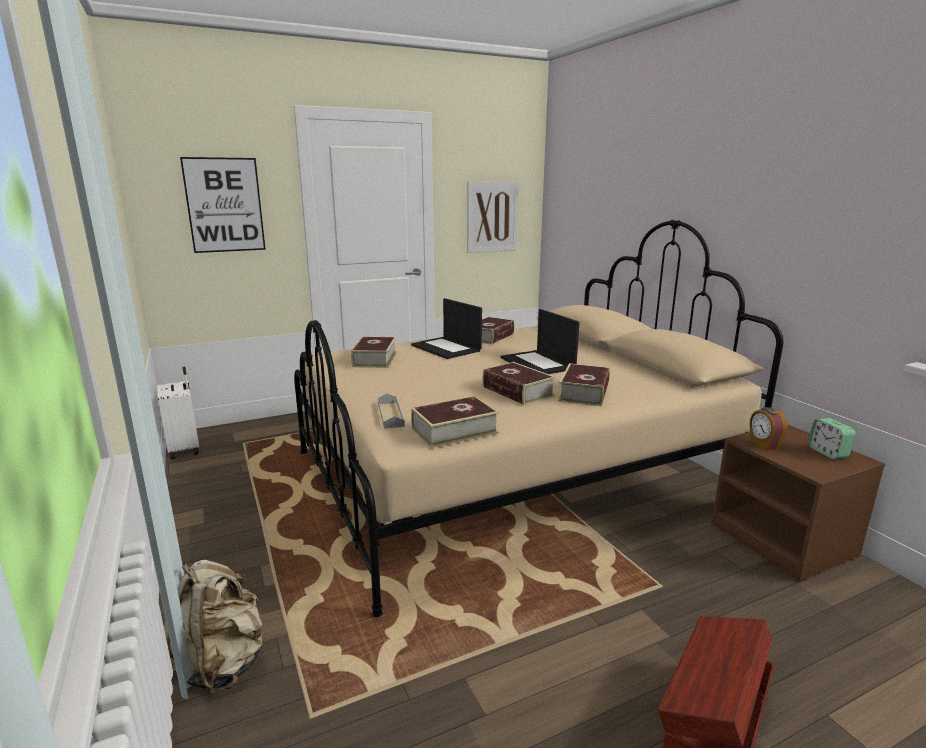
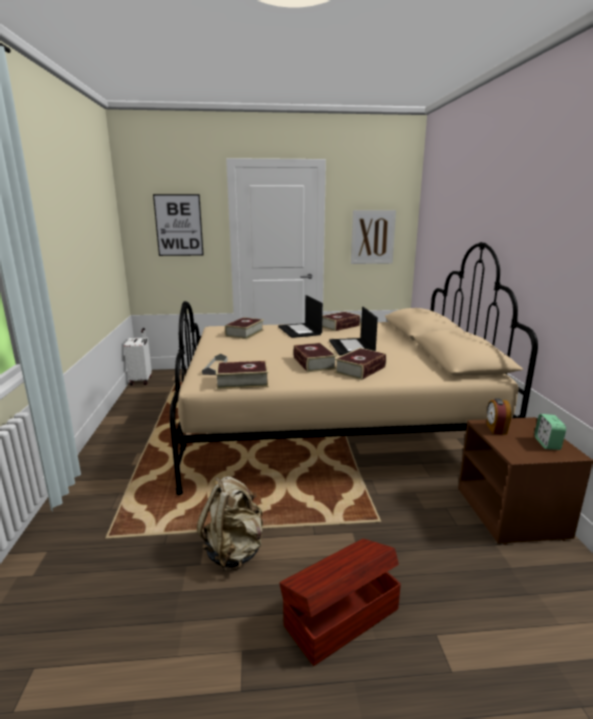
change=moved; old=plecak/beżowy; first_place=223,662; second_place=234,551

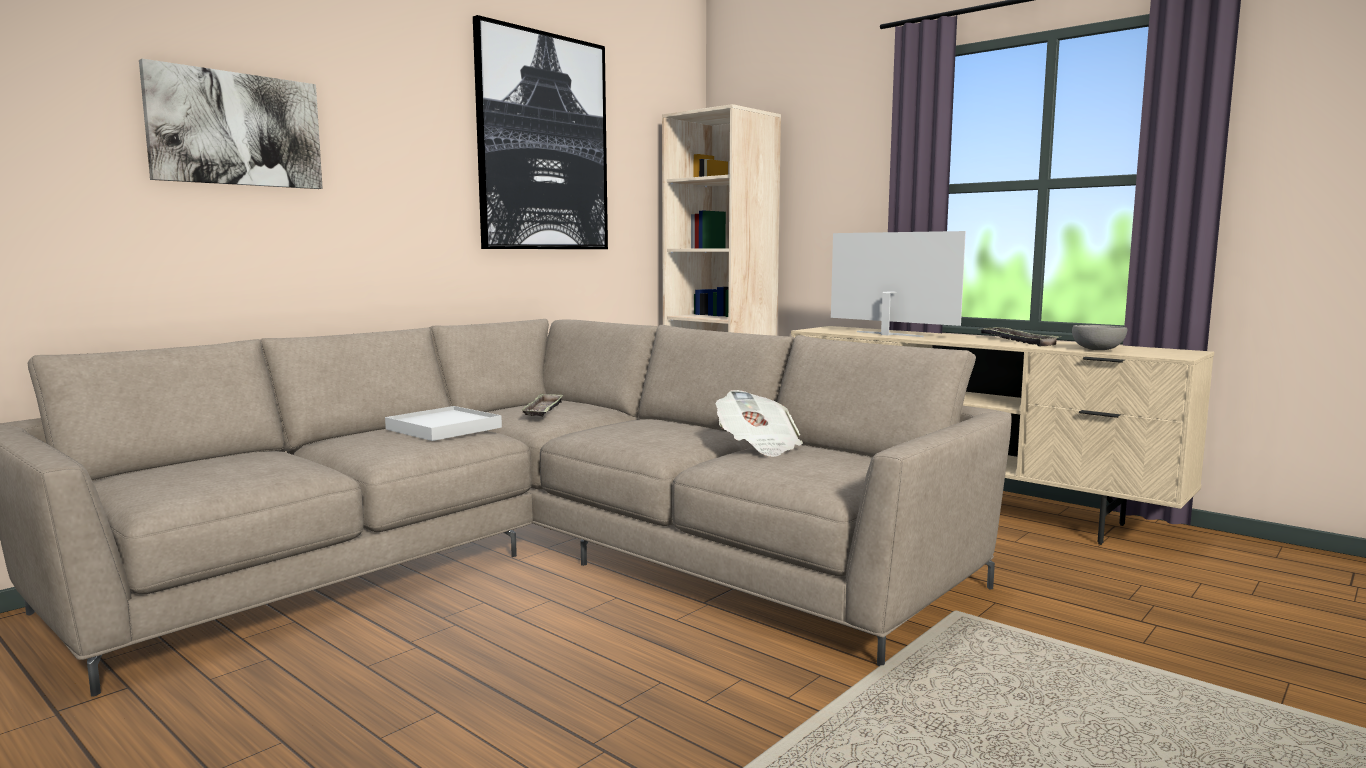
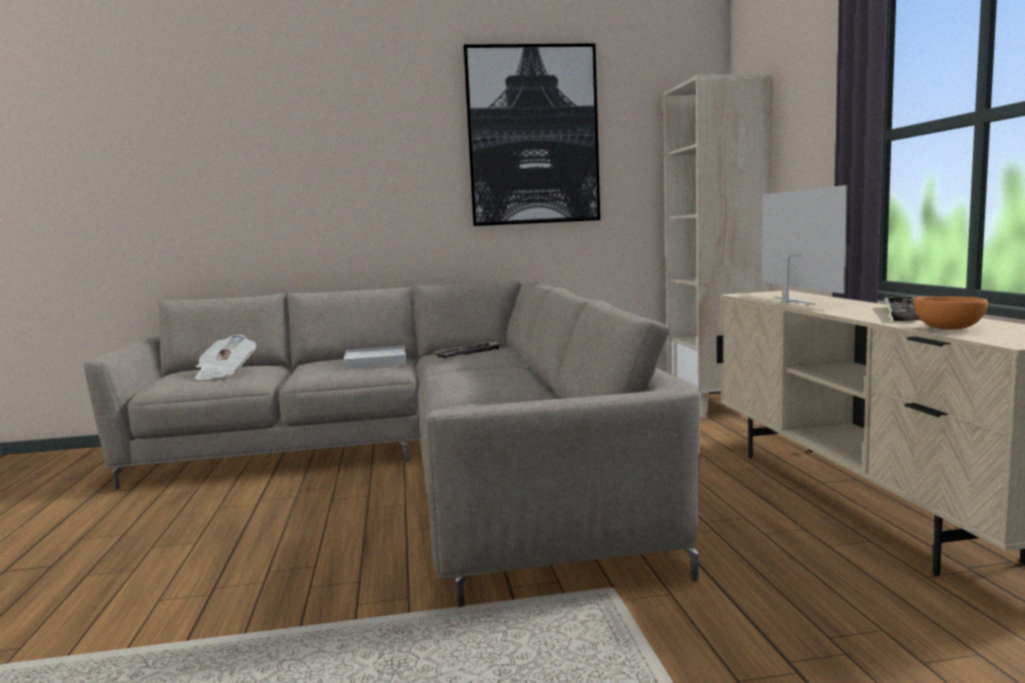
change=moved; old=gazeta; first_place=758,446; second_place=225,374
change=recoloured; old=miska/szary; new=miska/pomarańczowy; first_place=1096,350; second_place=947,328
change=removed; old=obraz; first_place=235,129

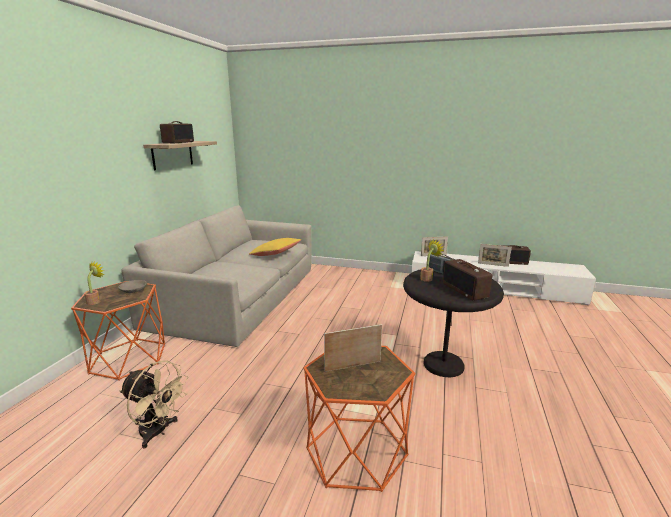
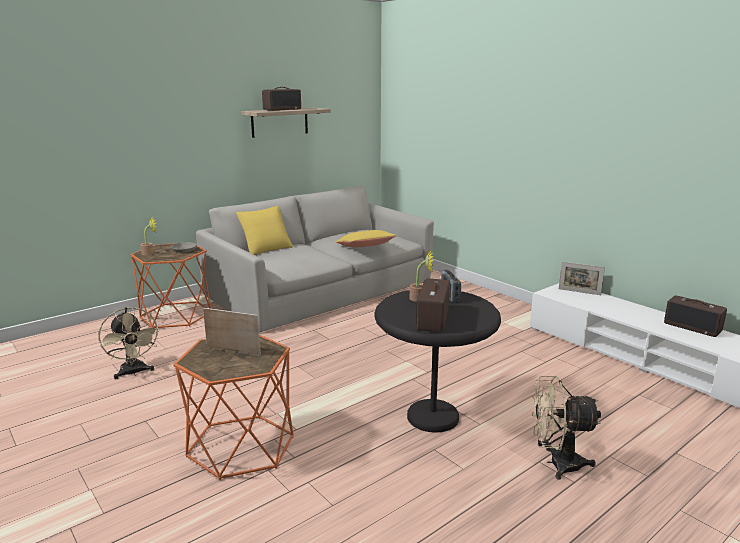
change=added; new=poduszka/żółty; second_place=266,248
change=added; new=wentylator/beżowy; second_place=556,463
change=removed; old=ramka na zdjęcie; first_place=493,265

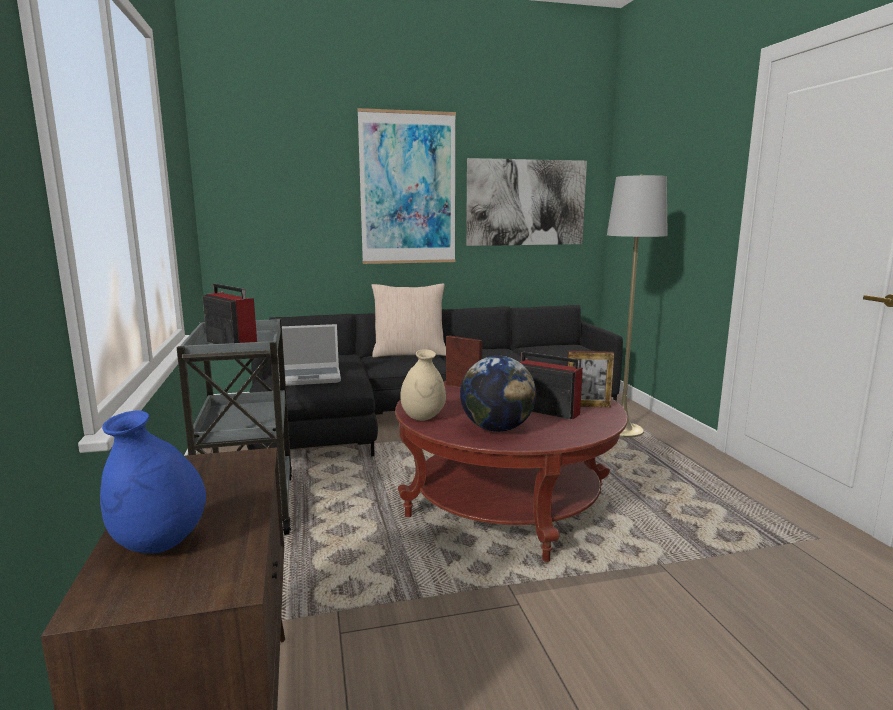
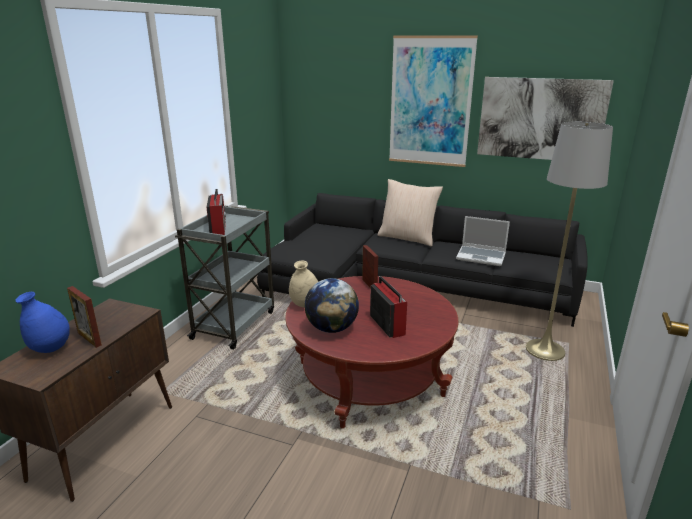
change=moved; old=ramka na zdjęcie; first_place=587,405; second_place=89,339
change=moved; old=laptop; first_place=309,377; second_place=481,256

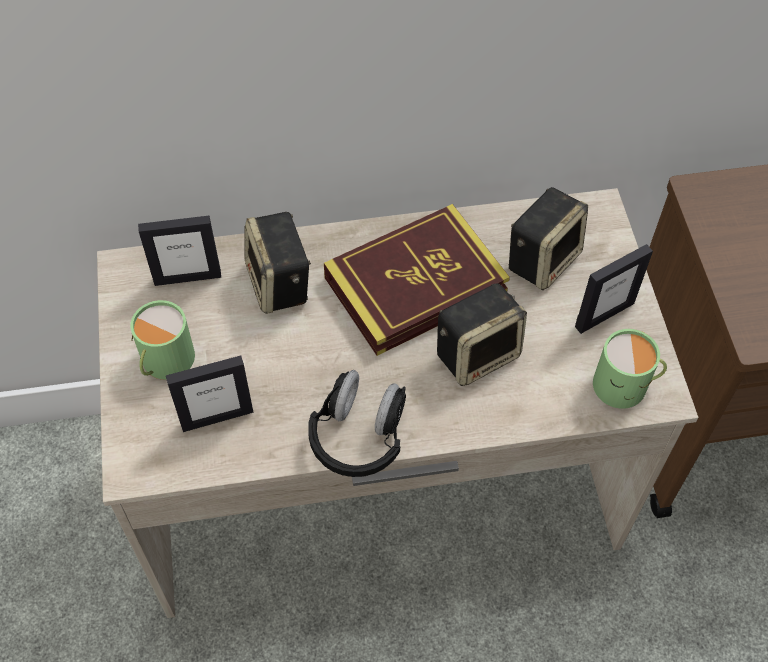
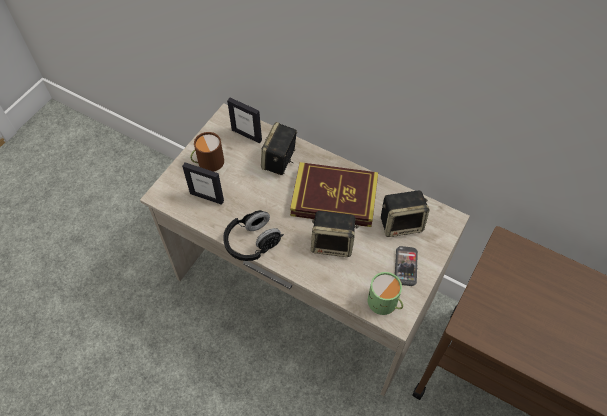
change=recoloured; old=kubek/zielony; new=kubek/brązowy; first_place=164,361; second_place=208,162
change=replaced; old=ramka na zdjęcie; new=telefon; first_place=604,314; second_place=405,266

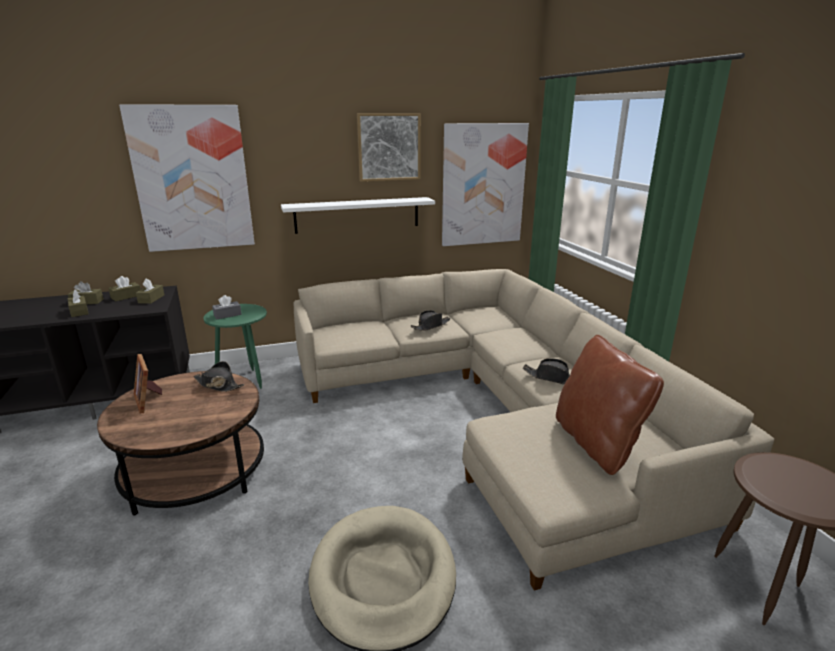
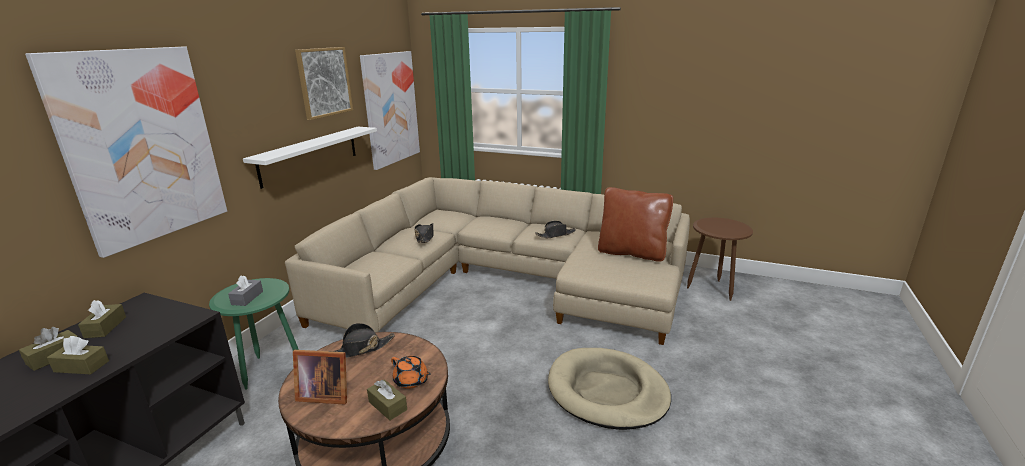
change=moved; old=pudełko chusteczek/brązowy; first_place=151,299; second_place=387,406
change=added; new=imbryk/pomarańczowy; second_place=411,381

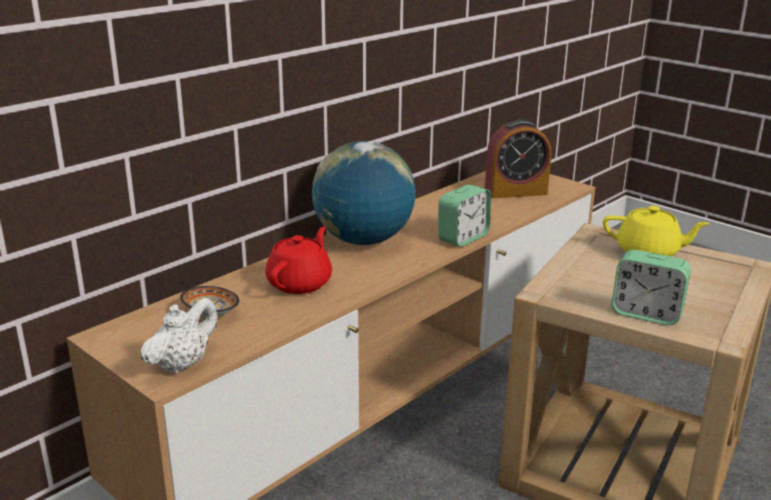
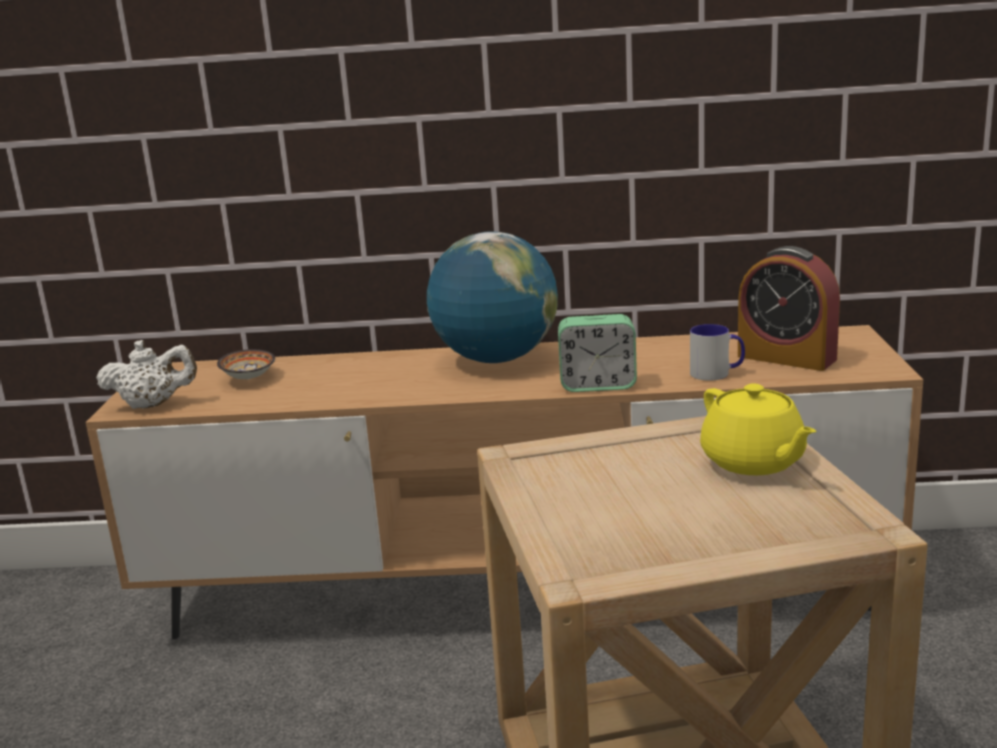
change=added; new=kubek; second_place=717,373
change=removed; old=imbryk/czerwony; first_place=300,283
change=removed; old=budzik; first_place=646,313

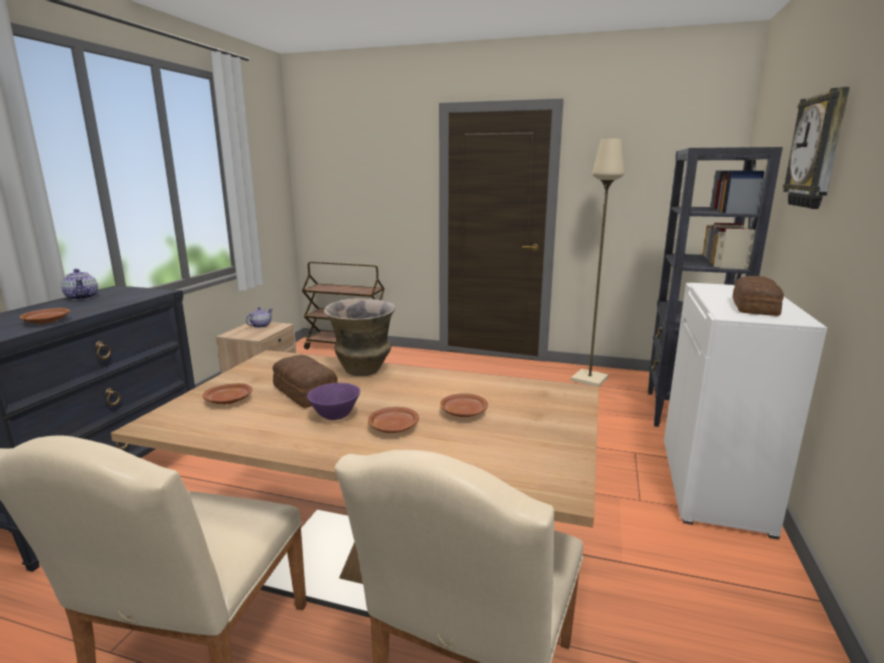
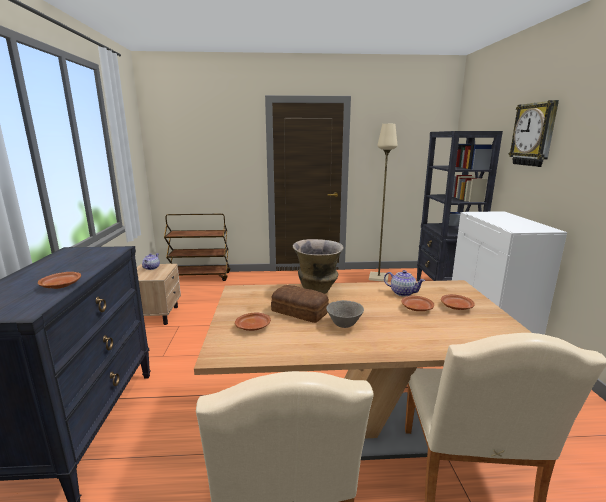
change=recoloured; old=miska/fioletowy; new=miska/szary; first_place=335,417; second_place=344,325
change=moved; old=imbryk; first_place=82,297; second_place=402,293
change=moved; old=talerz/brązowy; first_place=393,427; second_place=456,307
change=removed; old=chleb; first_place=755,307

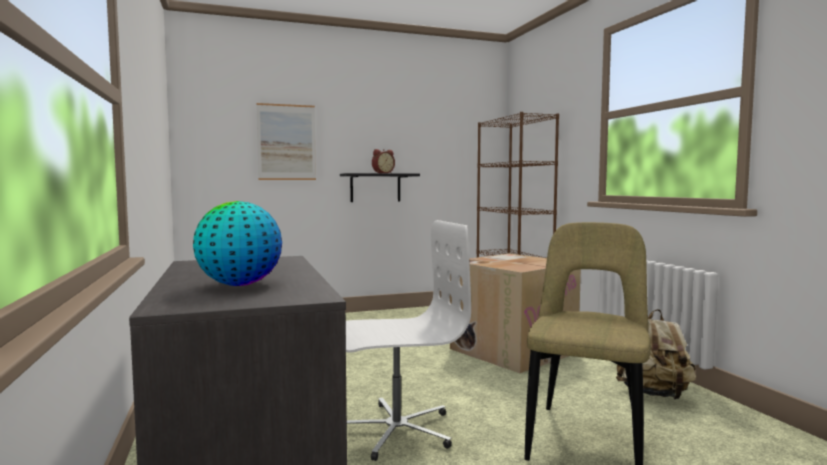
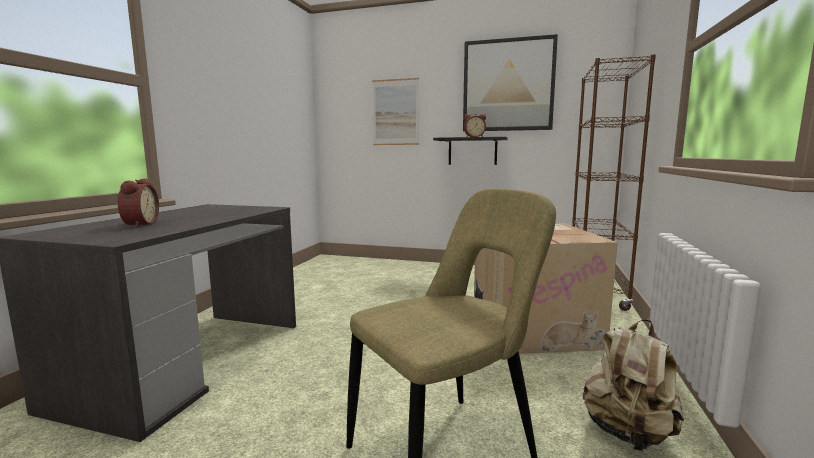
change=replaced; old=globus; new=budzik; first_place=239,285; second_place=138,224
change=added; new=obraz; second_place=508,85
change=removed; old=krzesło biurowe/biały; first_place=395,430

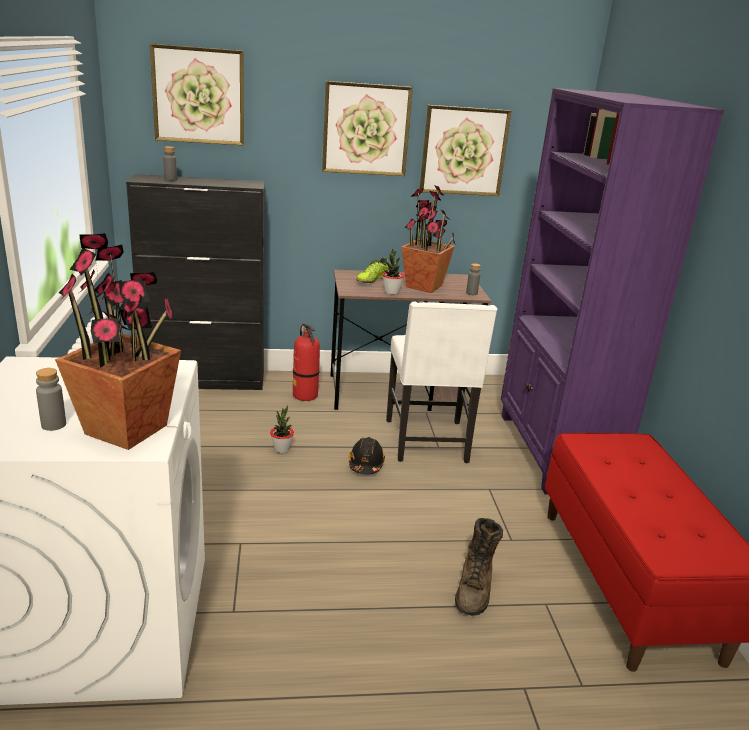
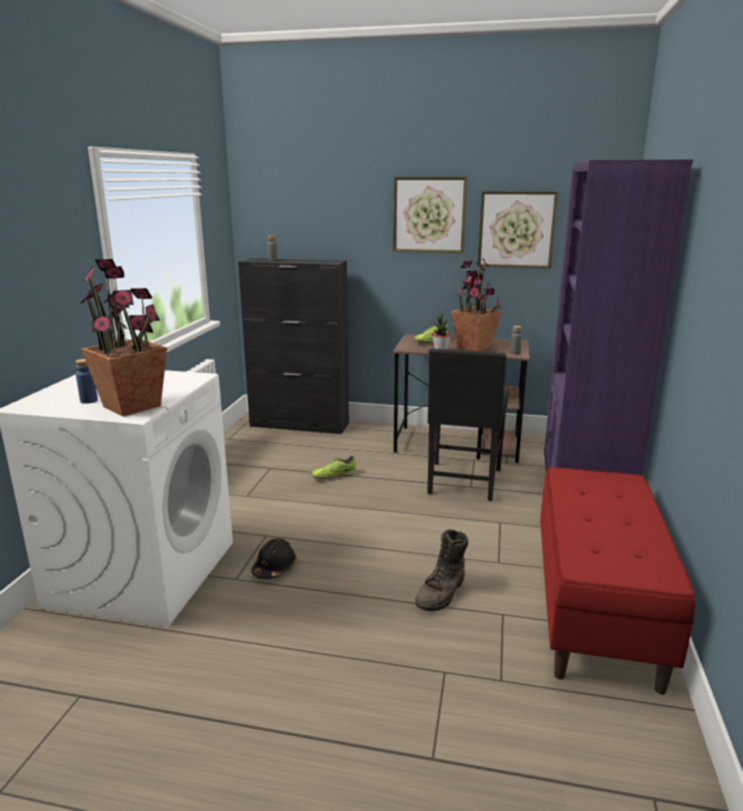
change=recoloured; old=butelka/szary; new=butelka/niebieski; first_place=53,425; second_place=89,401
change=moved; old=kask/czarny; first_place=366,464; second_place=275,568
change=replaced; old=roślina doniczkowa; new=but; first_place=281,449; second_place=334,476
change=recoloured; old=krzesło/biały; new=krzesło/czarny; first_place=428,442; second_place=463,482
change=removed; old=obraz; first_place=198,96
change=removed; old=gaśnica; first_place=305,395

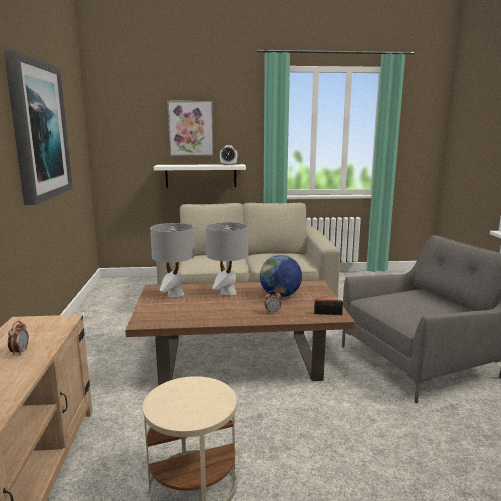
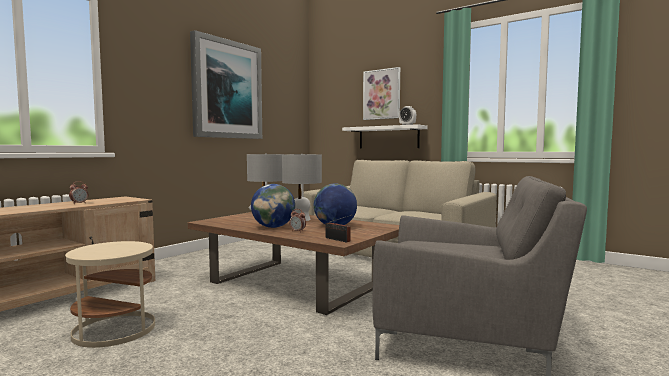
change=added; new=globus; second_place=273,227

